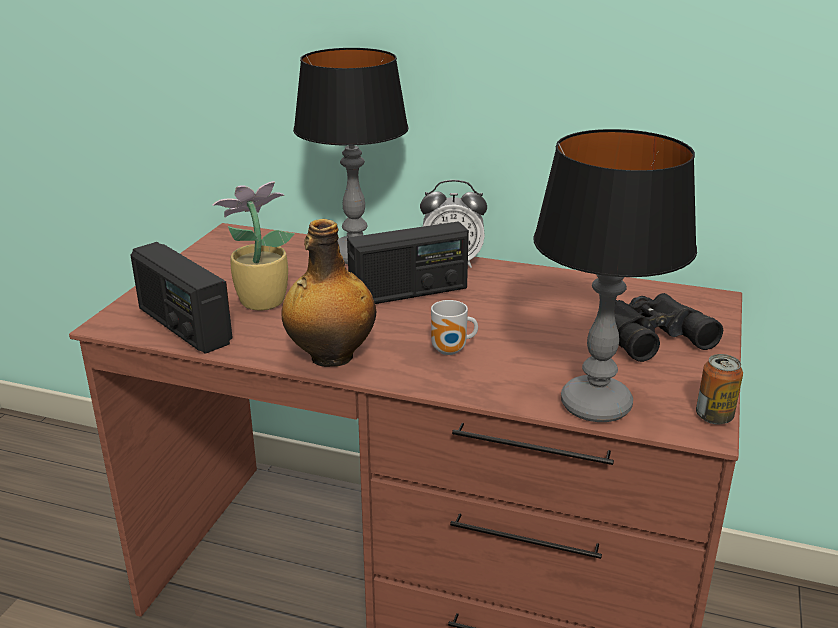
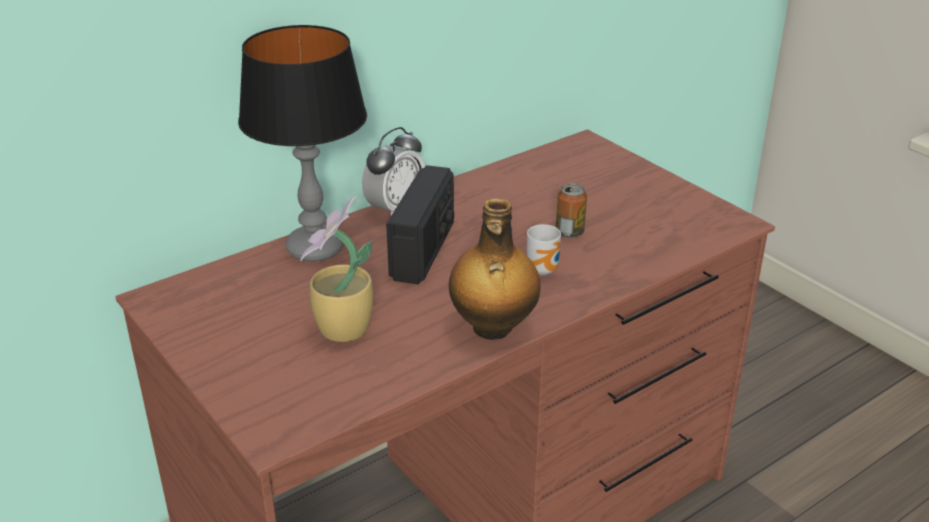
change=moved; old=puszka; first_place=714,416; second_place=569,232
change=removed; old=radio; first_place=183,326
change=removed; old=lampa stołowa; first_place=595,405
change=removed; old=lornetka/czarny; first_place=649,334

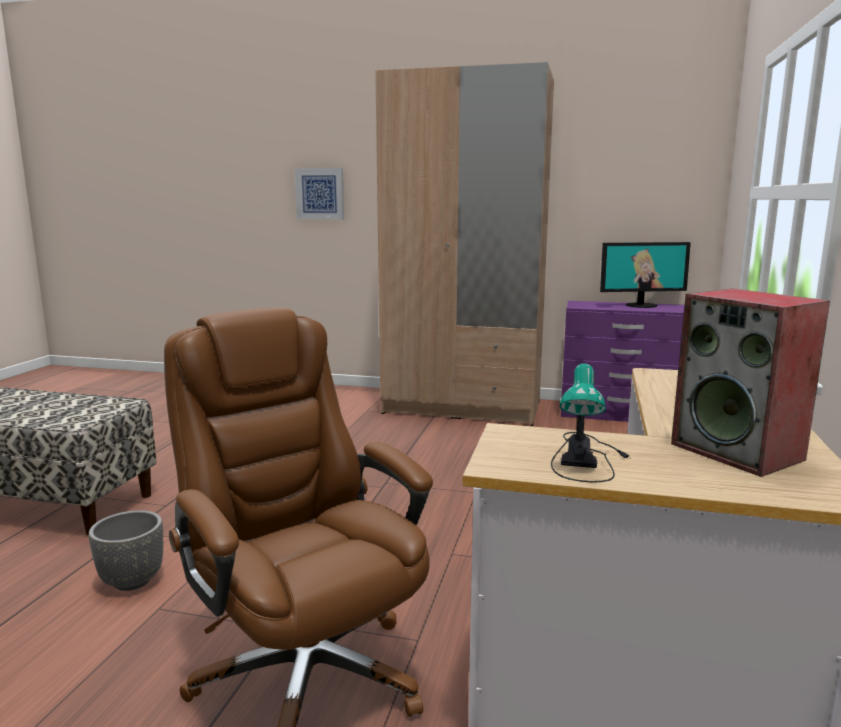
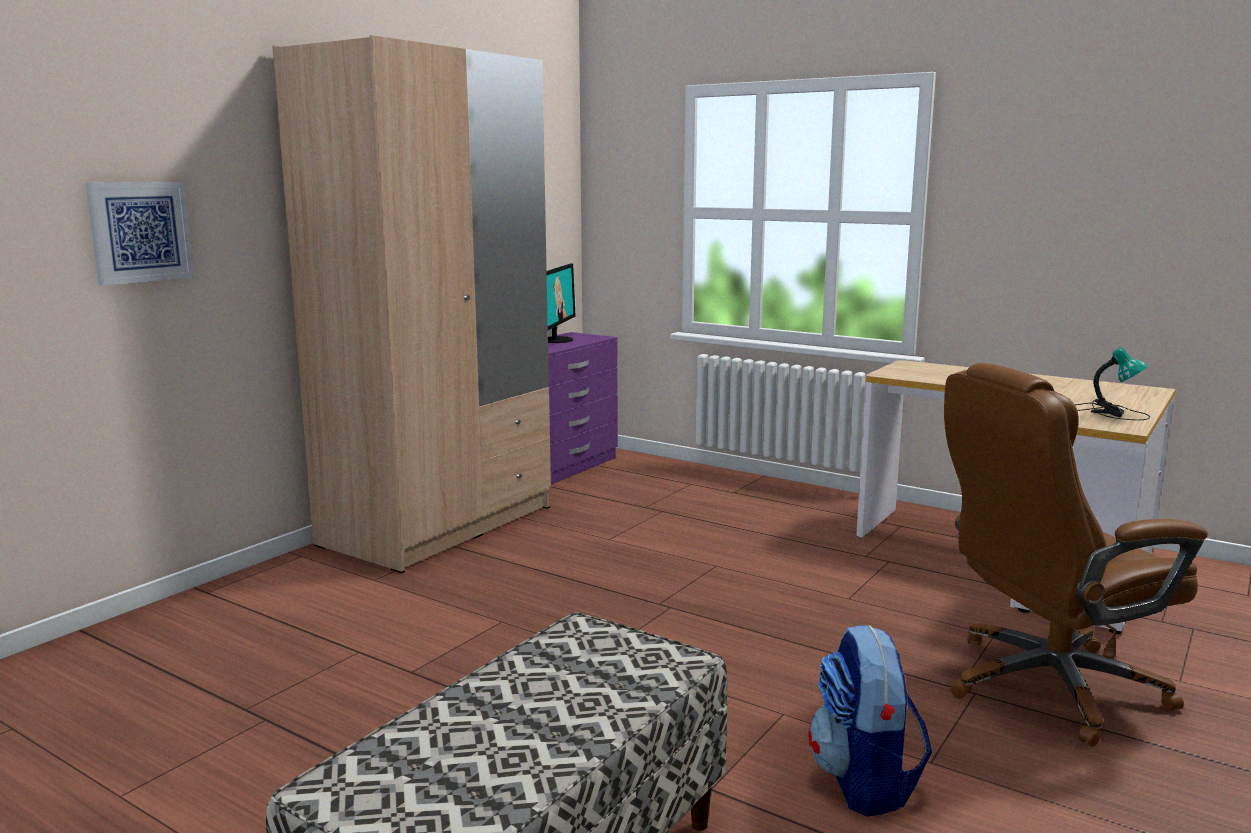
change=replaced; old=donica/szary; new=plecak; first_place=131,582; second_place=865,782
change=removed; old=głośnik; first_place=739,452

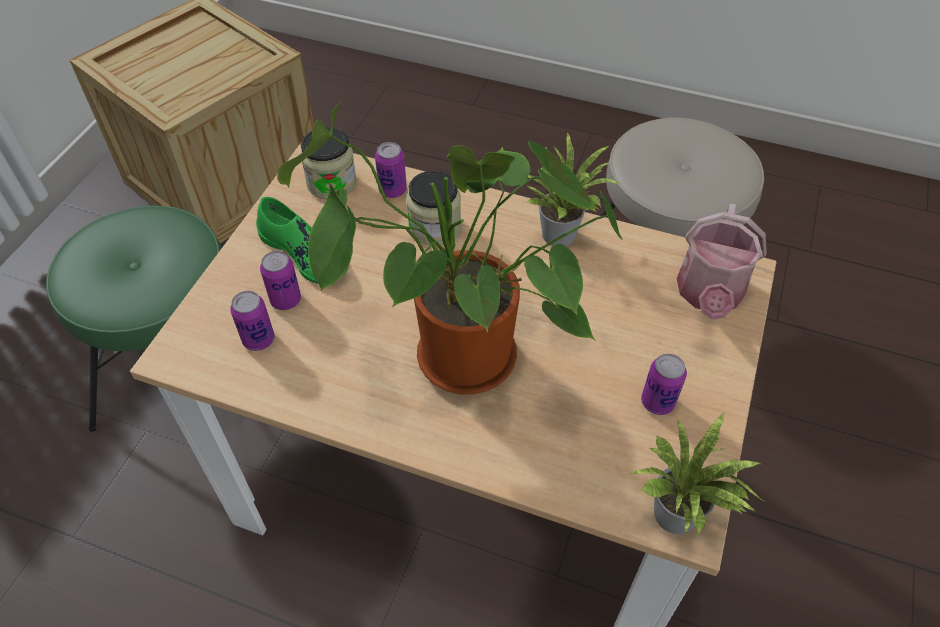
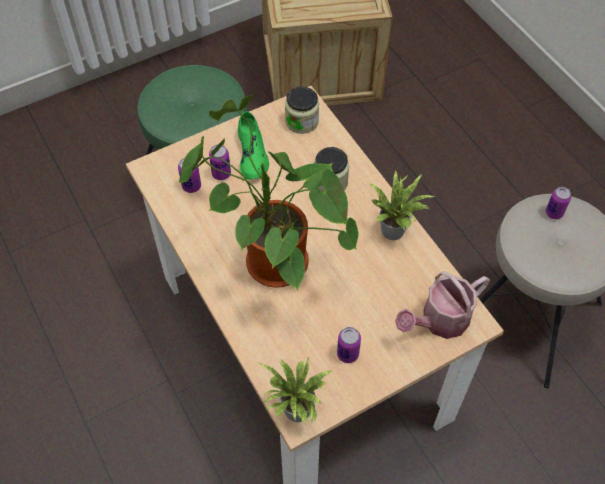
change=moved; old=puszka; first_place=393,190; second_place=554,213

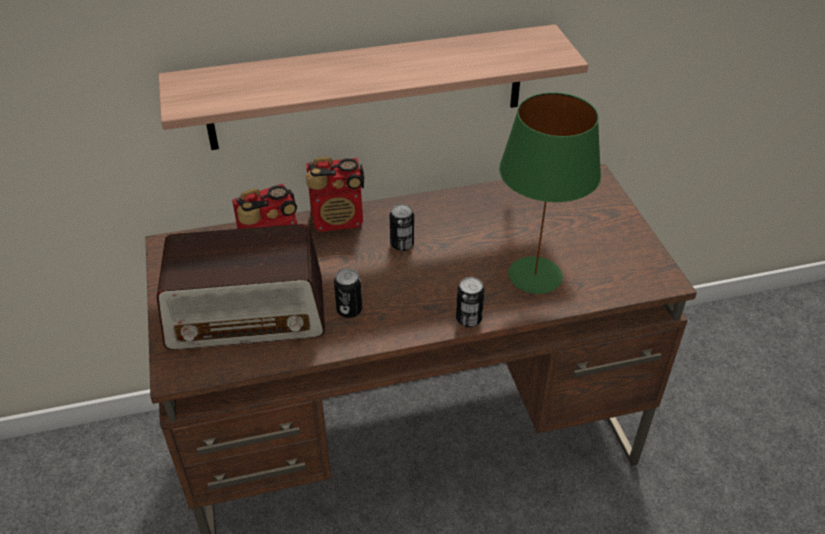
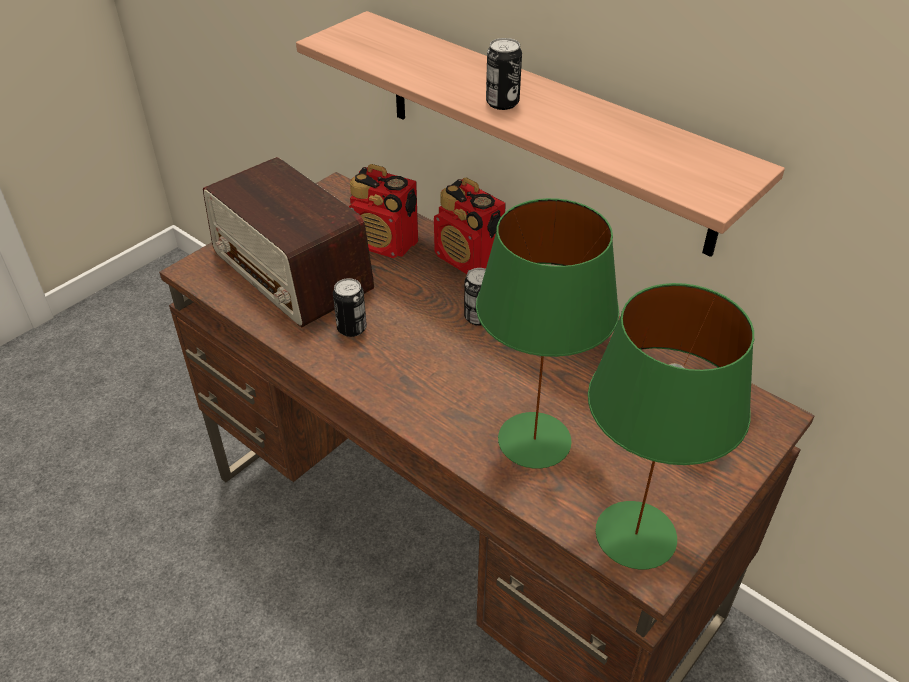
change=moved; old=puszka; first_place=468,319; second_place=502,103
change=added; new=lampa stołowa/zielony; second_place=635,533

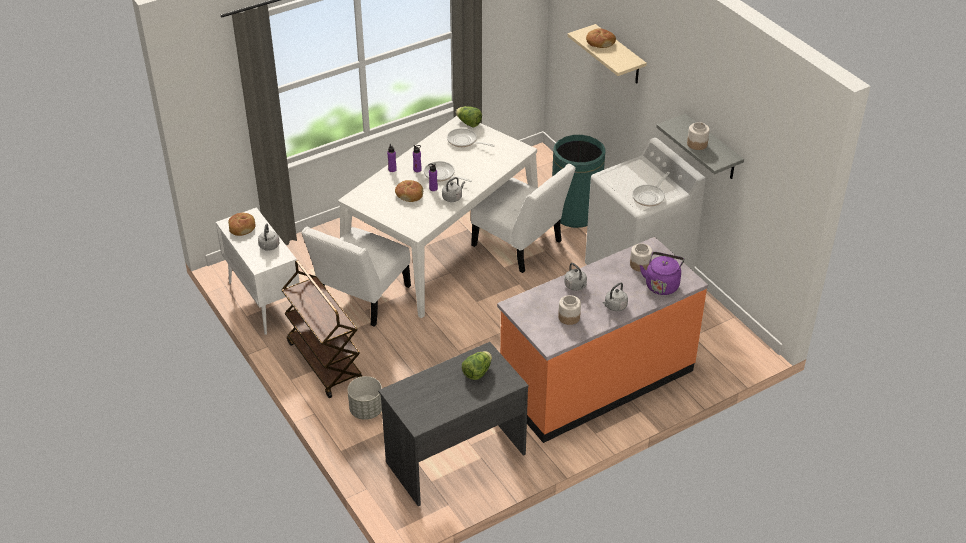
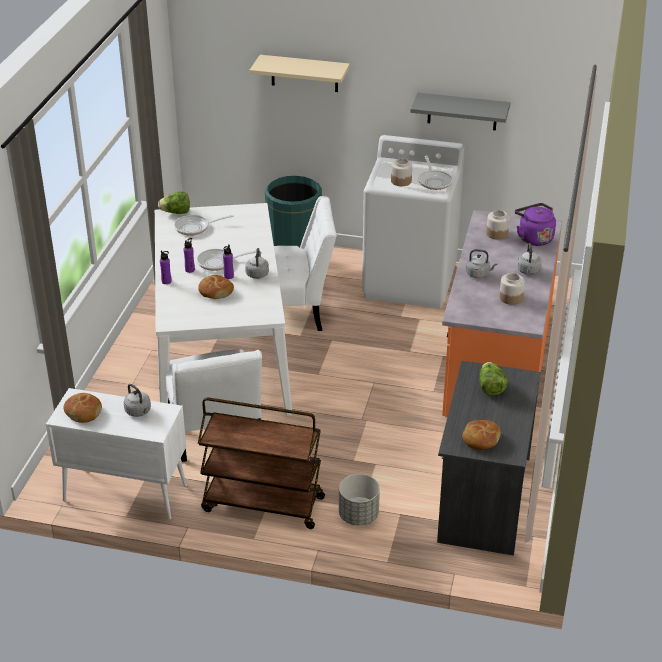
change=moved; old=słoik; first_place=697,144; second_place=401,181
change=moved; old=chleb; first_place=600,42; second_place=480,439

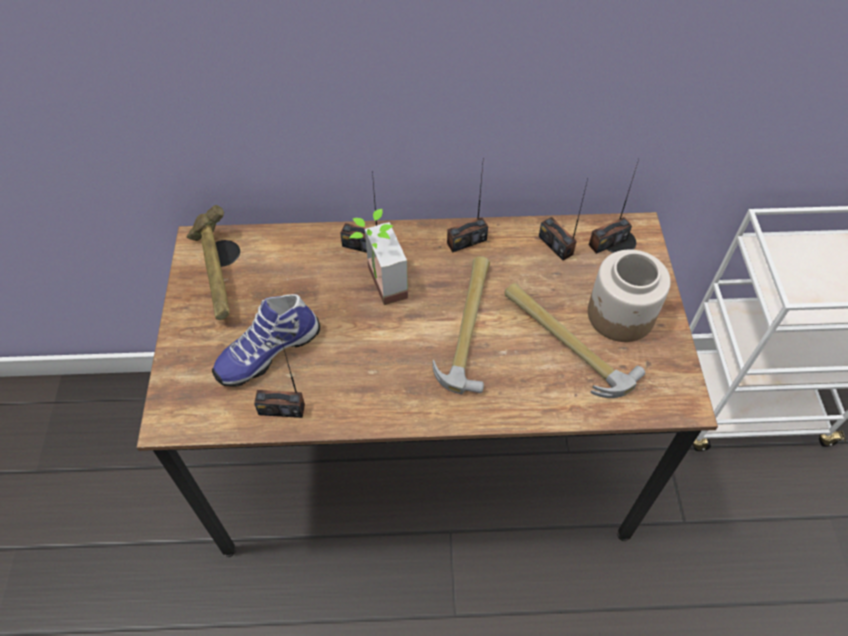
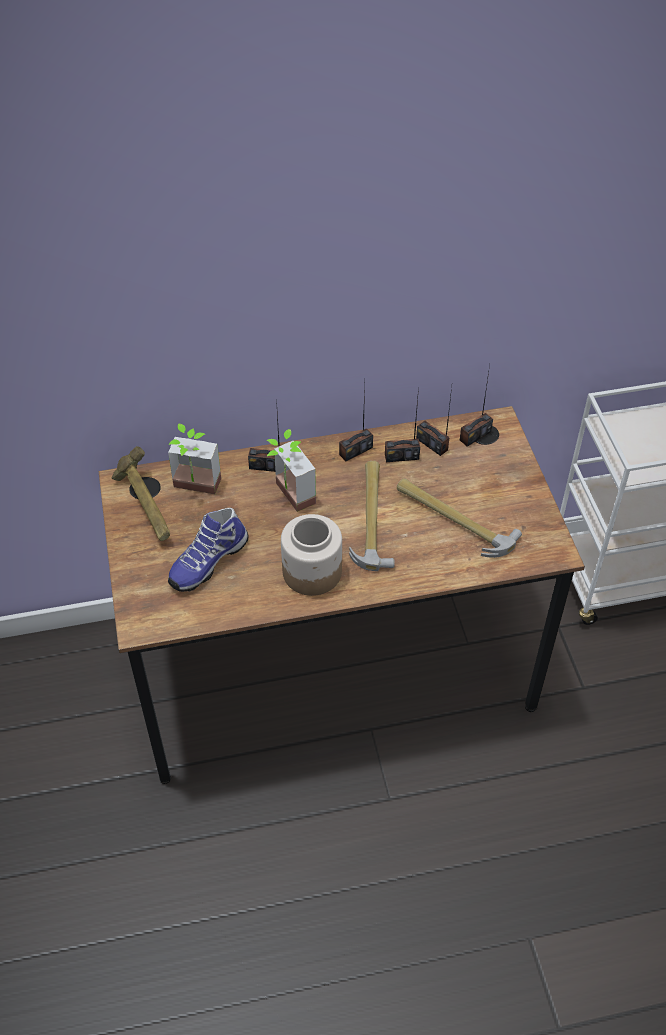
change=added; new=roślina doniczkowa; second_place=194,489
change=moved; old=słoik; first_place=620,315; second_place=311,572
change=moved; old=radio; first_place=281,409; second_place=401,456

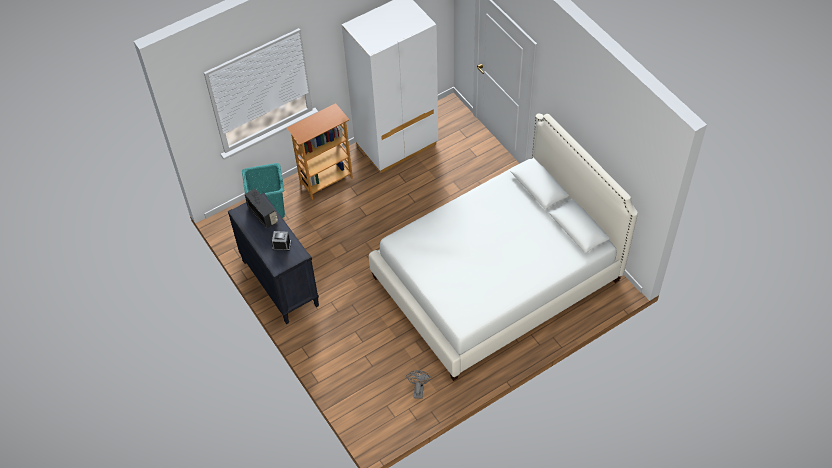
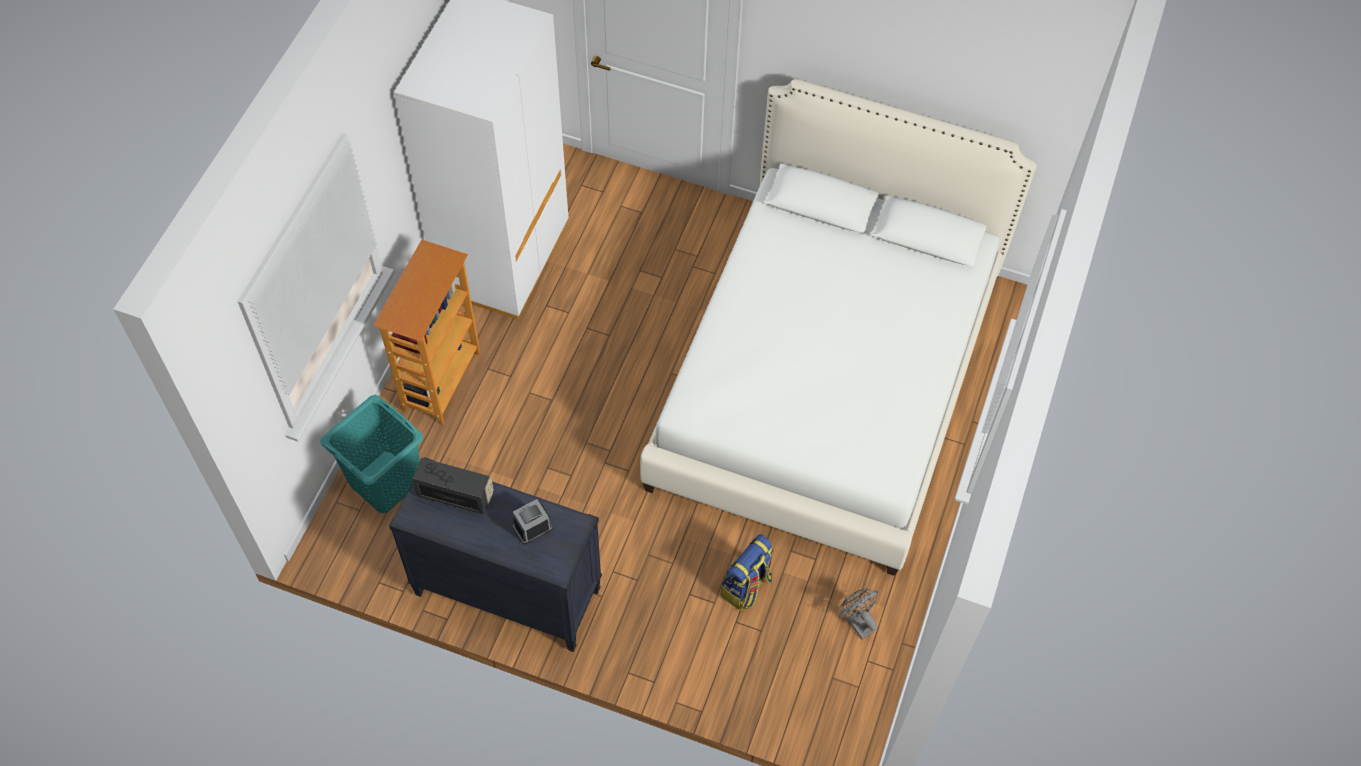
change=added; new=plecak; second_place=746,587

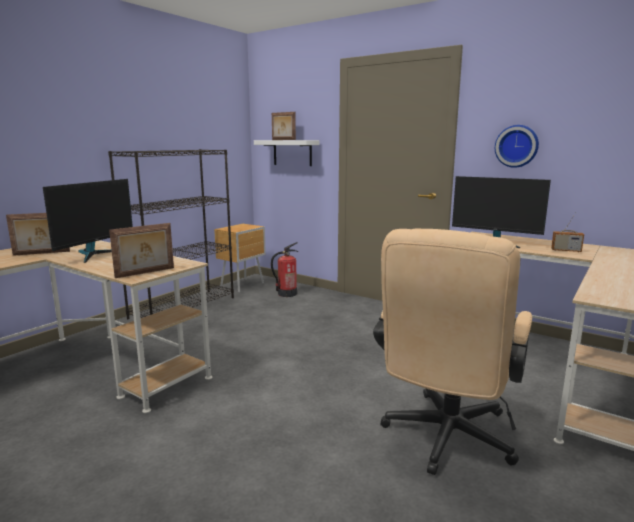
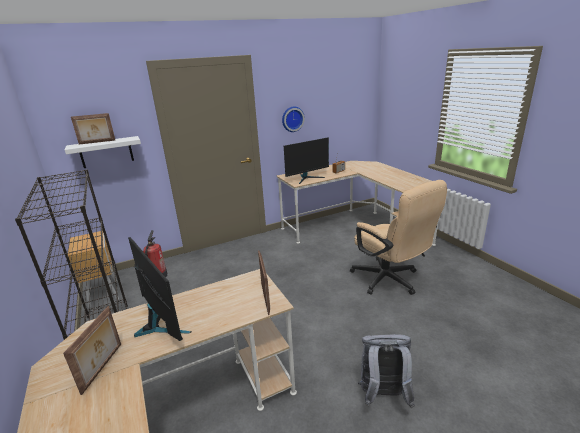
change=added; new=plecak/szary; second_place=383,396

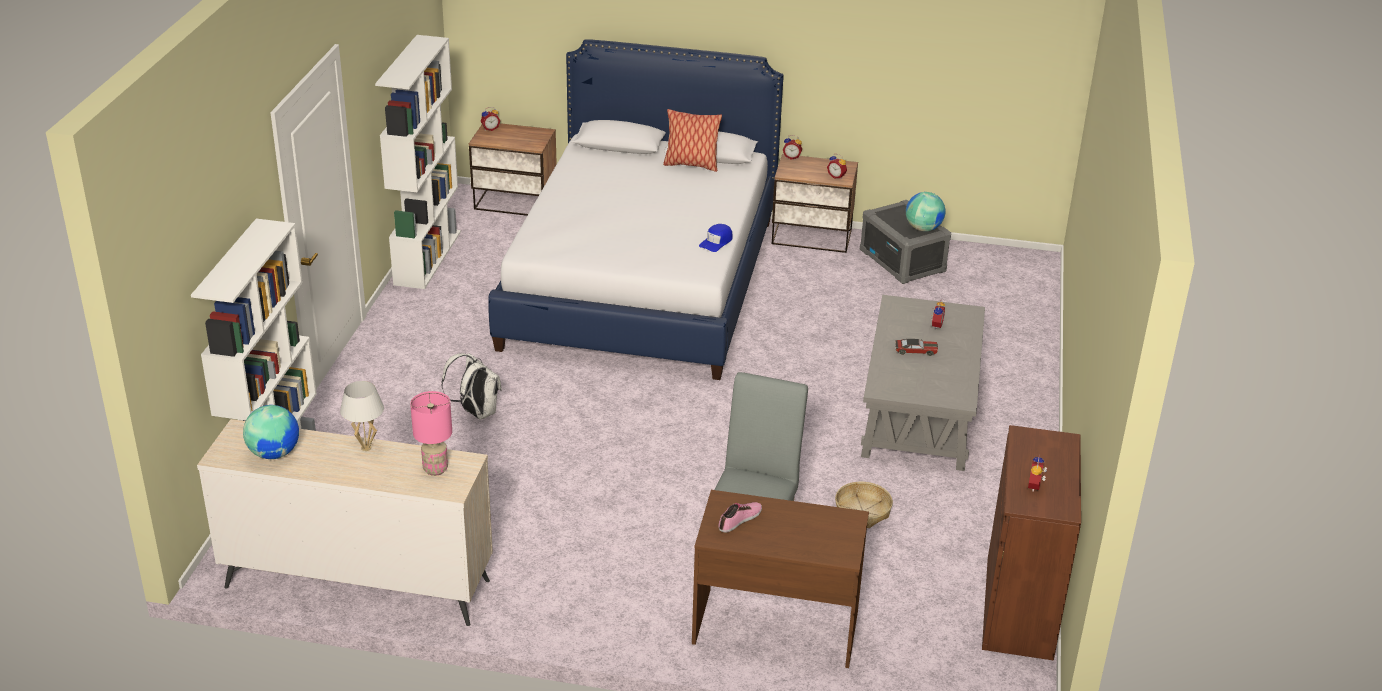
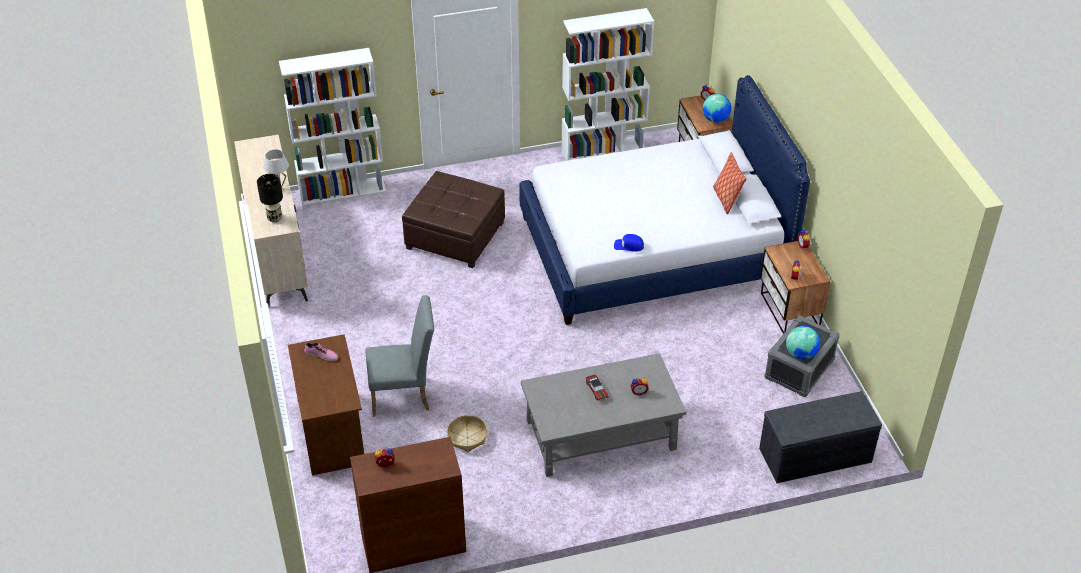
change=recoloured; old=lampa stołowa/różowy; new=lampa stołowa/czarny; first_place=435,469; second_place=274,218
change=replaced; old=plecak/biały; new=pufa/brązowy; first_place=476,412; second_place=455,235
change=moved; old=globus; first_place=274,453; second_place=716,119
change=added; new=ławka/szary; second_place=814,456

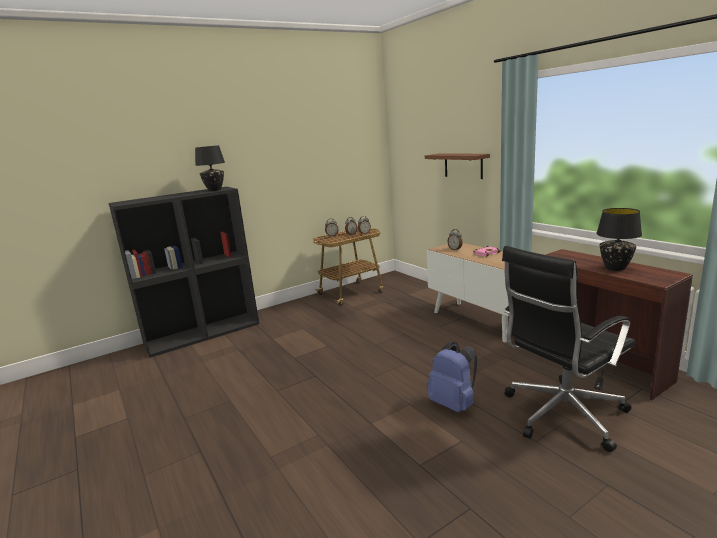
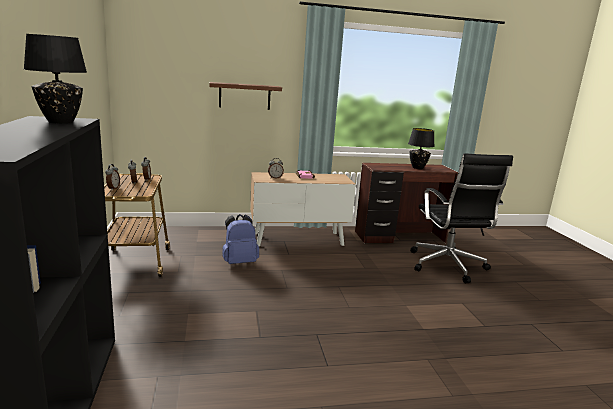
change=moved; old=plecak/niebieski; first_place=454,404; second_place=239,262

